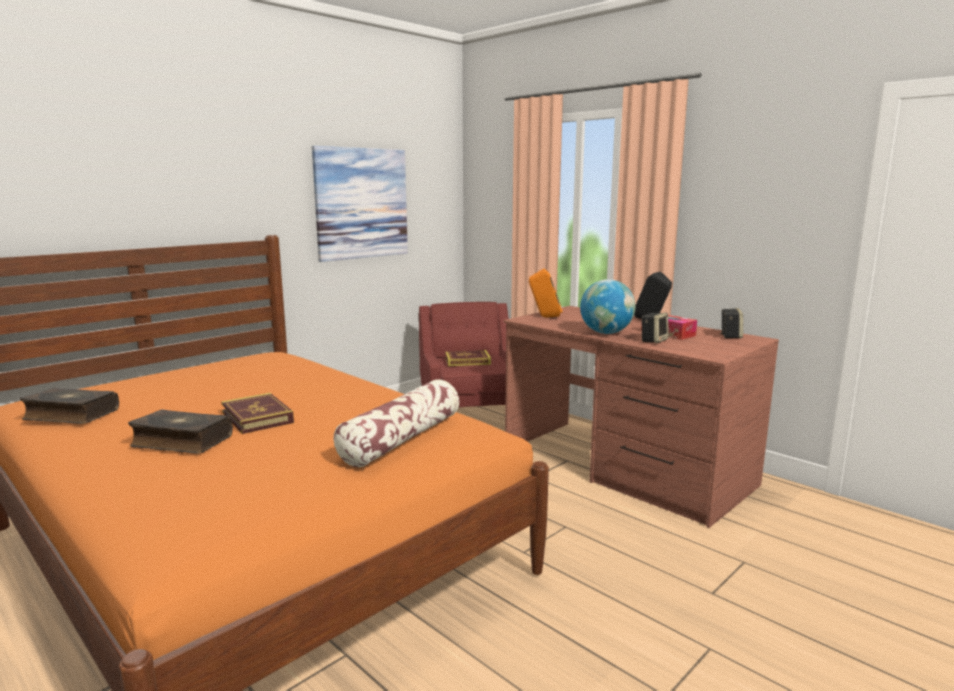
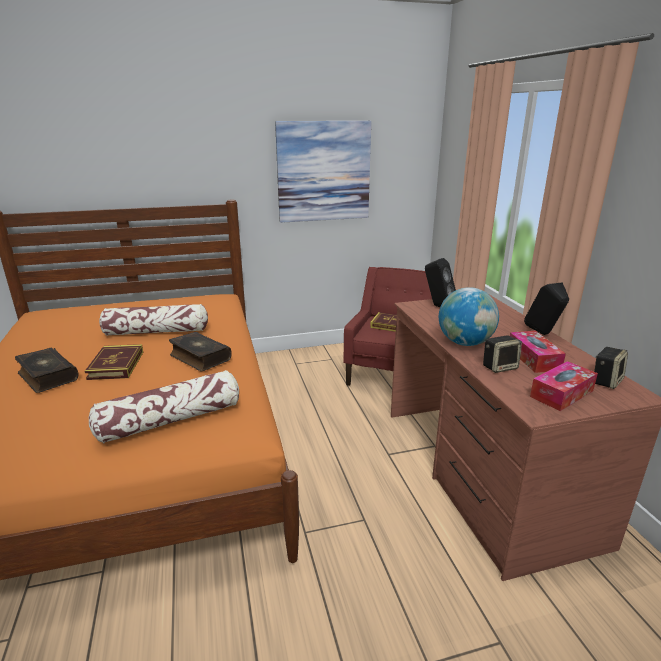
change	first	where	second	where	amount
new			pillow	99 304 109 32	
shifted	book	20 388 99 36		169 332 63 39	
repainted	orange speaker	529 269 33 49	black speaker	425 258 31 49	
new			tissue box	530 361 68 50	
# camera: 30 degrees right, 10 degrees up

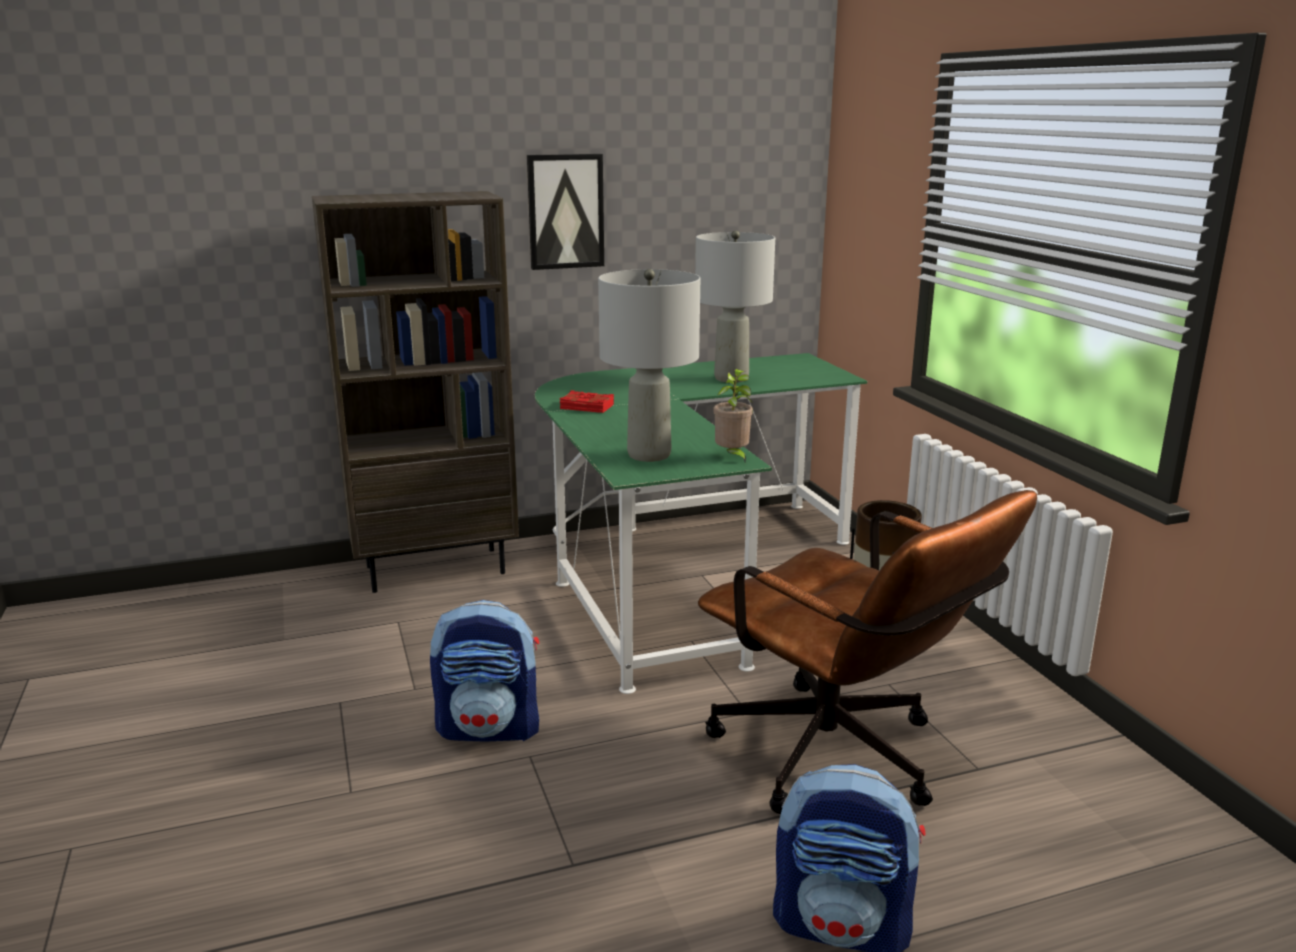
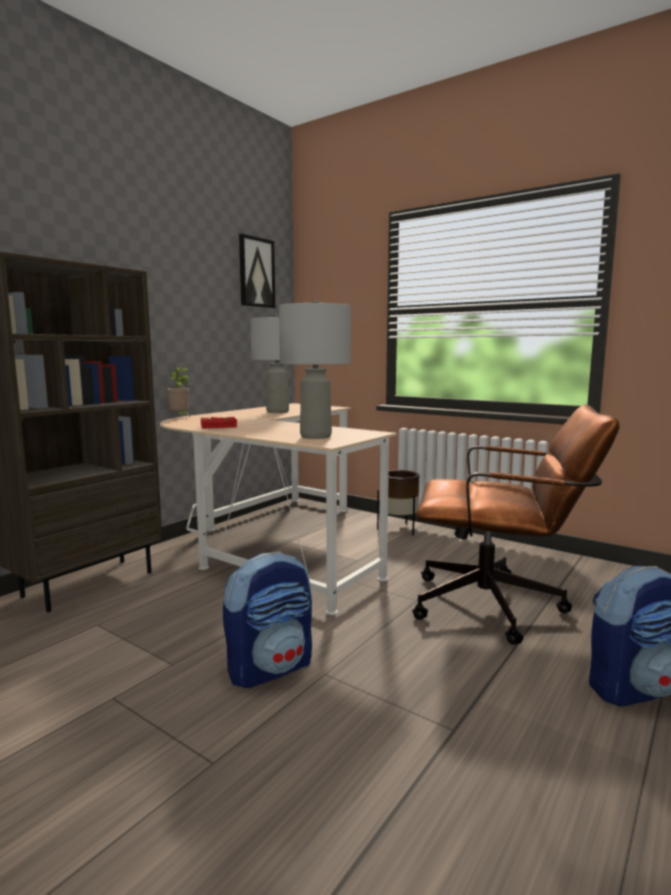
change	first	where	second	where	amount
repainted	green desk	535 353 332 341	beige desk	160 403 237 212	
shifted	potted plant	713 369 40 93		167 368 23 49	
shifted	picture	527 154 77 116		239 234 36 74	
# camera: 35 degrees left, 10 degrees down

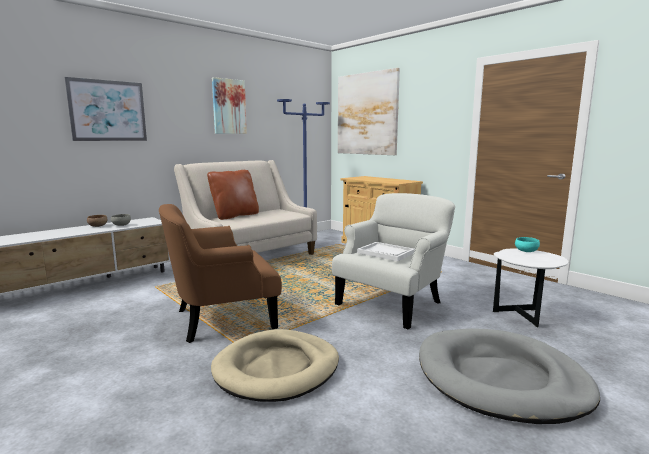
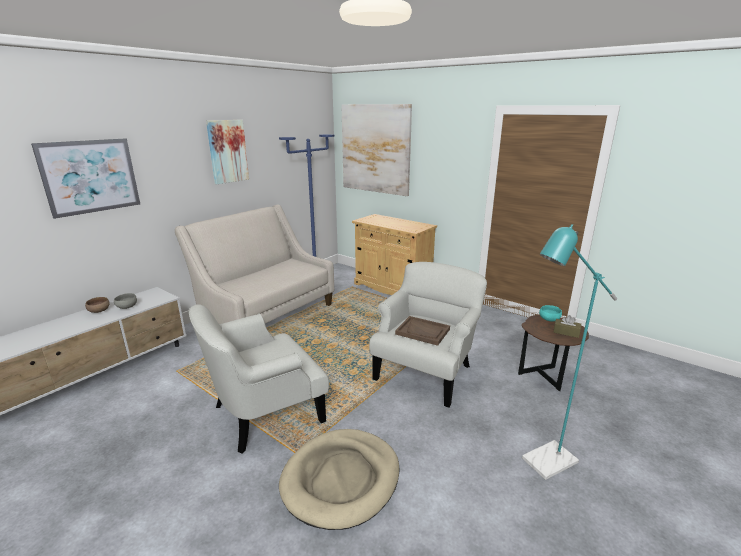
change	first	where	second	where	amount
repainted	brown armchair	159 204 123 139	white armchair	189 304 140 150	
repainted	white tray	357 242 58 19	brown tray	395 316 55 30	
repainted	white side table	493 249 75 78	brown side table	518 315 71 76	
swapped	grey dog bed	419 329 181 95	turquoise floor lamp	522 224 95 256	
new			brown tissue box	553 315 28 23	
gone	brown pillow	207 170 52 50			
# camera: 10 degrees left, 10 degrees up

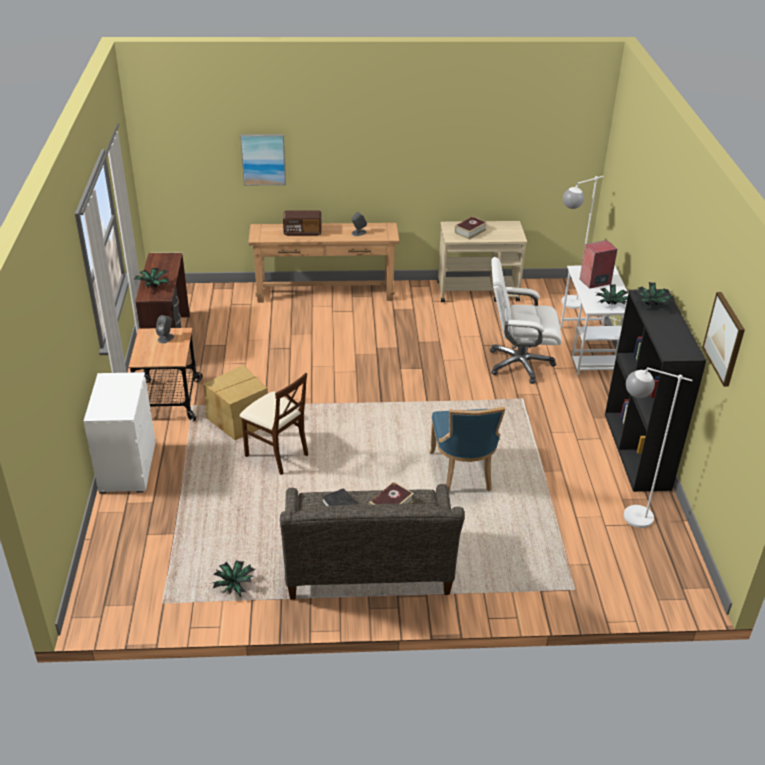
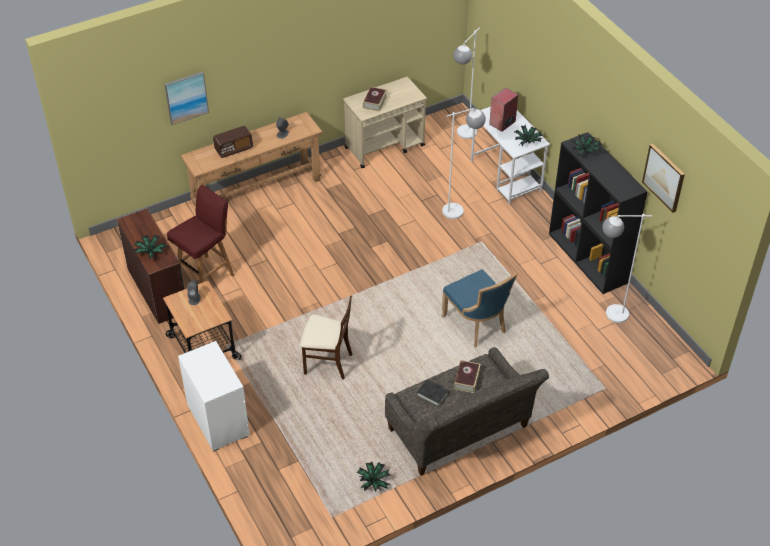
change	first	where	second	where	amount
new			red stool	167 185 67 98	
swapped	white office chair	490 257 72 127	white floor lamp	442 108 44 111	
gone	cardboard box	203 365 65 75			
# camera: 25 degrees left, 10 degrees up

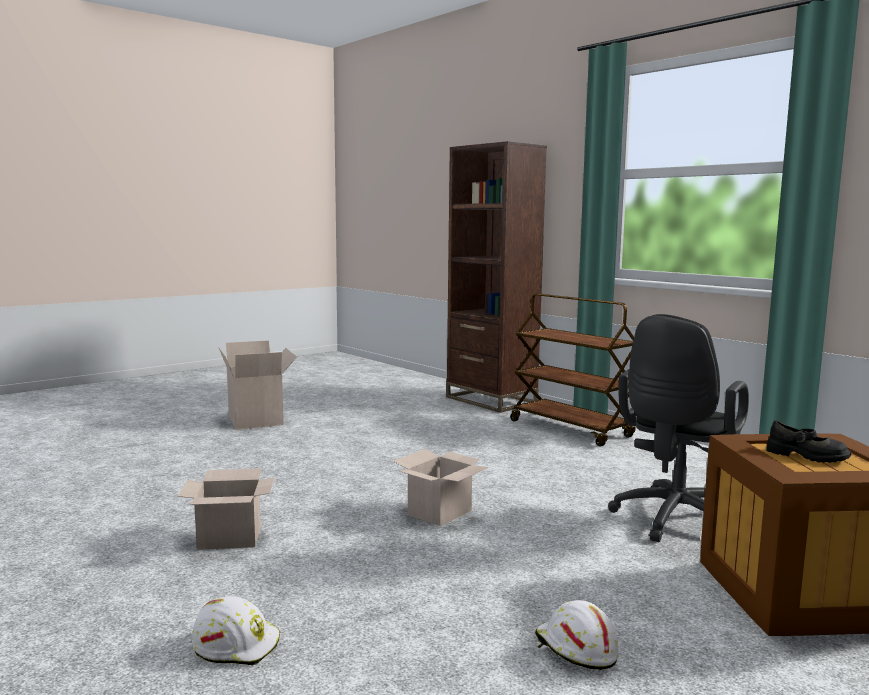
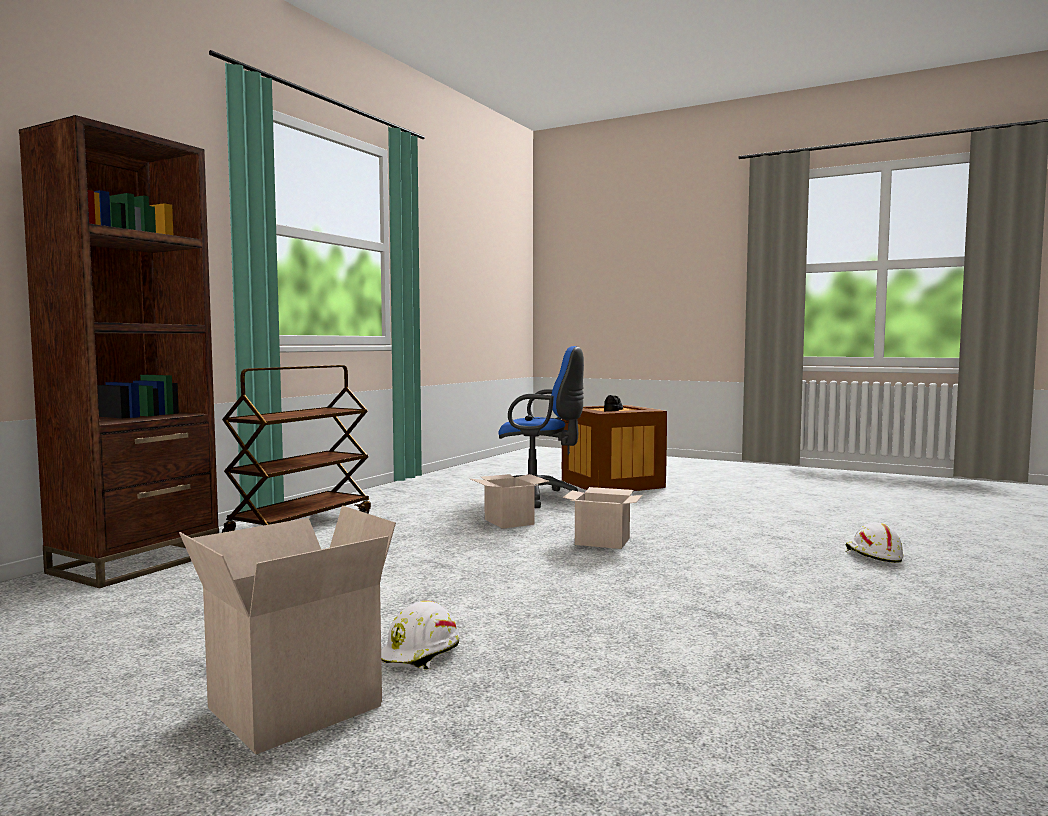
change	first	where	second	where	amount
shifted	white hard hat	535 600 84 70		381 600 79 70	
shifted	cardboard box	178 469 96 81		471 474 78 55	
repainted	black office chair	608 314 141 228	blue office chair	498 346 86 162	
# camera: 110 degrees left, 5 degrees down

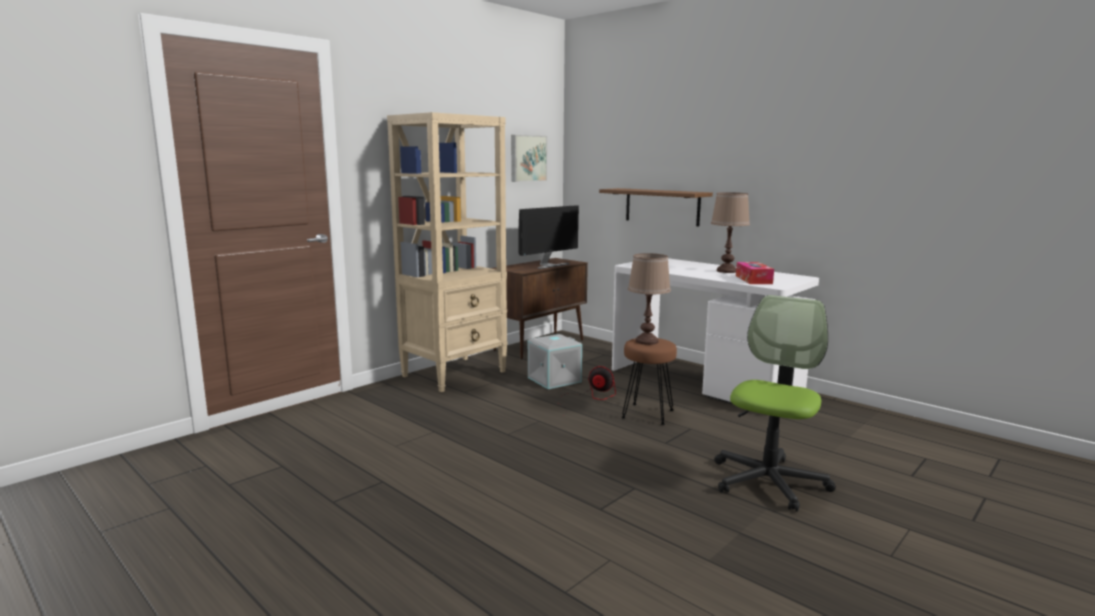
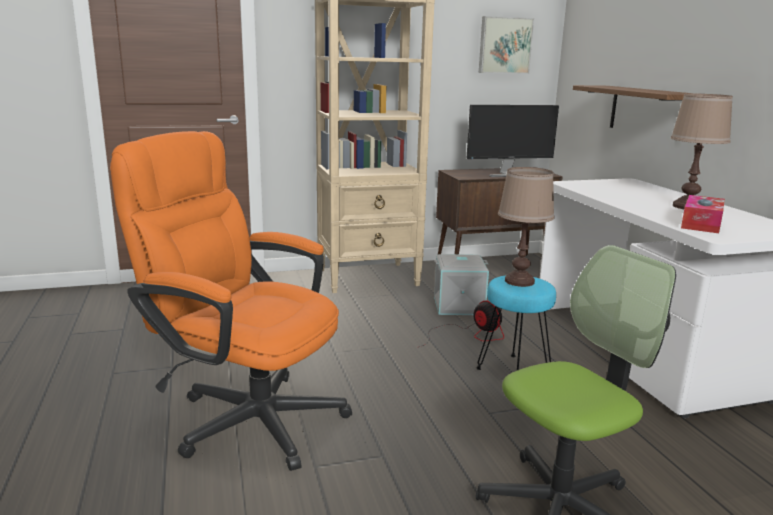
change	first	where	second	where	amount
new			orange office chair	110 131 242 340	
repainted	brown stool	621 338 56 87	turquoise stool	476 275 80 95	
# camera: 30 degrees right, 5 degrees up

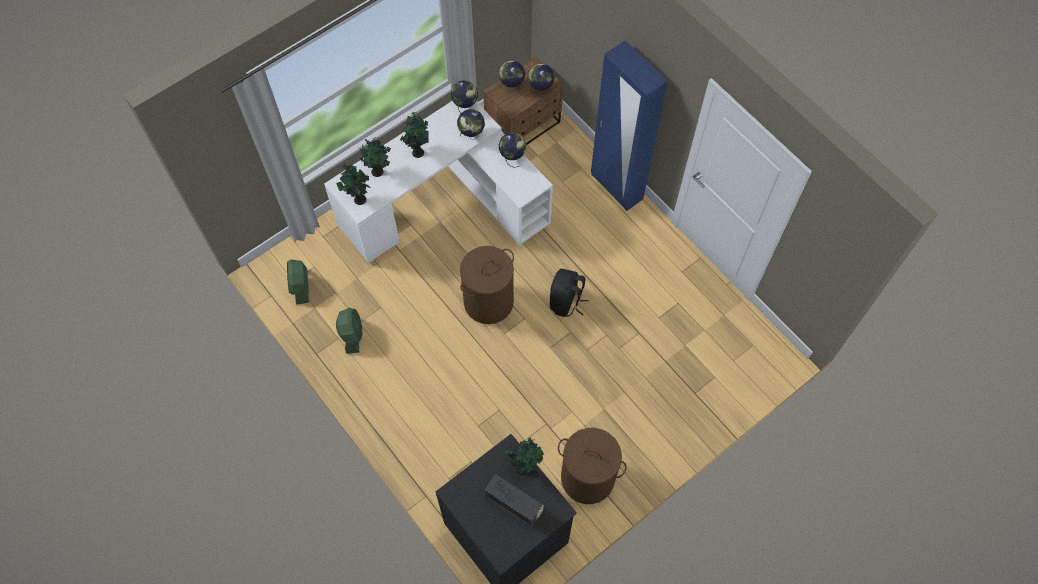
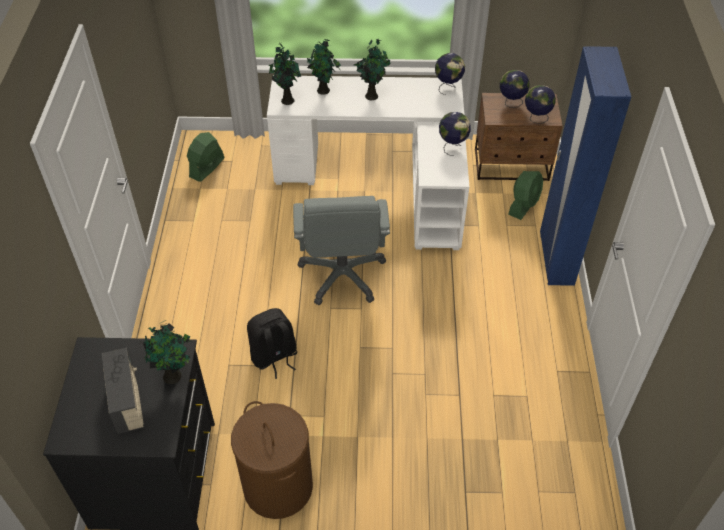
change	first	where	second	where	amount
shifted	black backpack	550 269 39 48		247 308 50 71	
swapped	brown laundry basket	460 246 54 78	grey office chair	293 196 97 109	
shifted	green fan	336 308 26 46		508 171 35 49	
gone	globe	457 109 28 31			
# camera: 40 degrees right, 15 degrees down

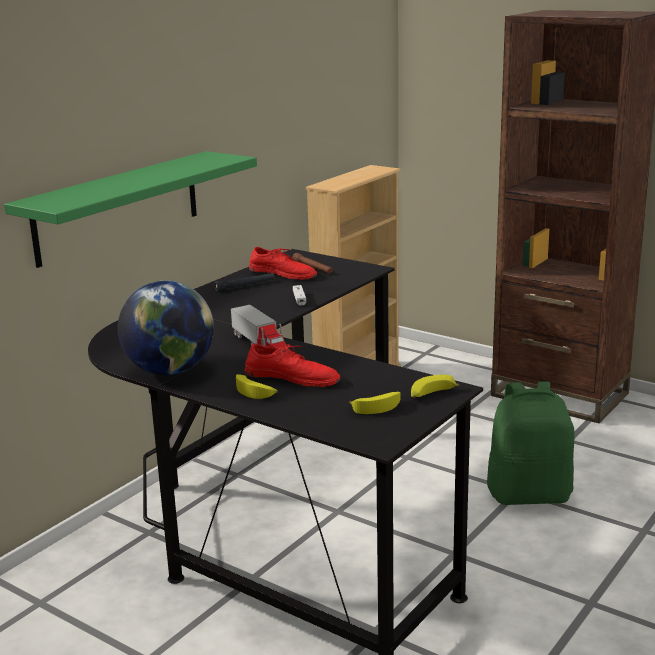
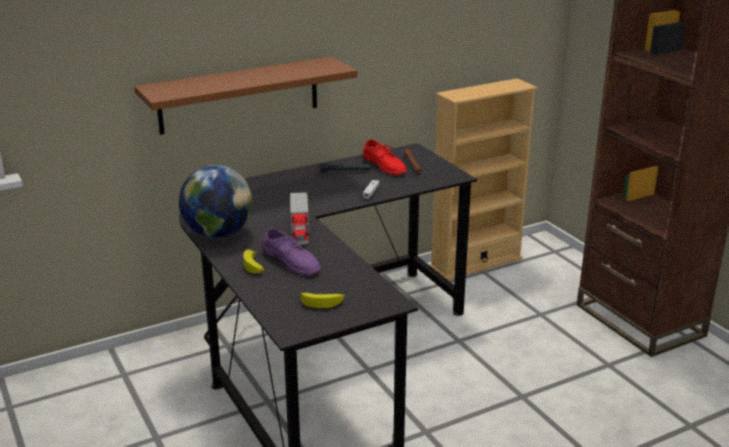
change	first	where	second	where	amount
repainted	green shelf	4 151 253 117	brown shelf	134 57 223 78	
repainted	red shoe	245 343 95 44	purple shoe	262 228 59 47	
gone	banana	411 375 48 23			
gone	green backpack	487 382 87 123			
# camera: 25 degrees right, 5 degrees up

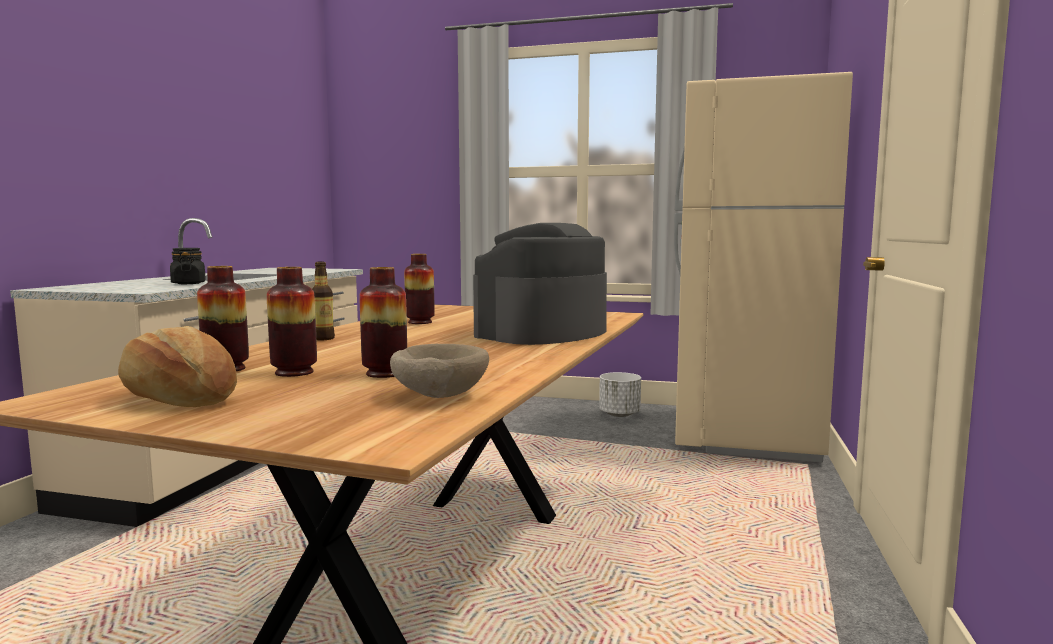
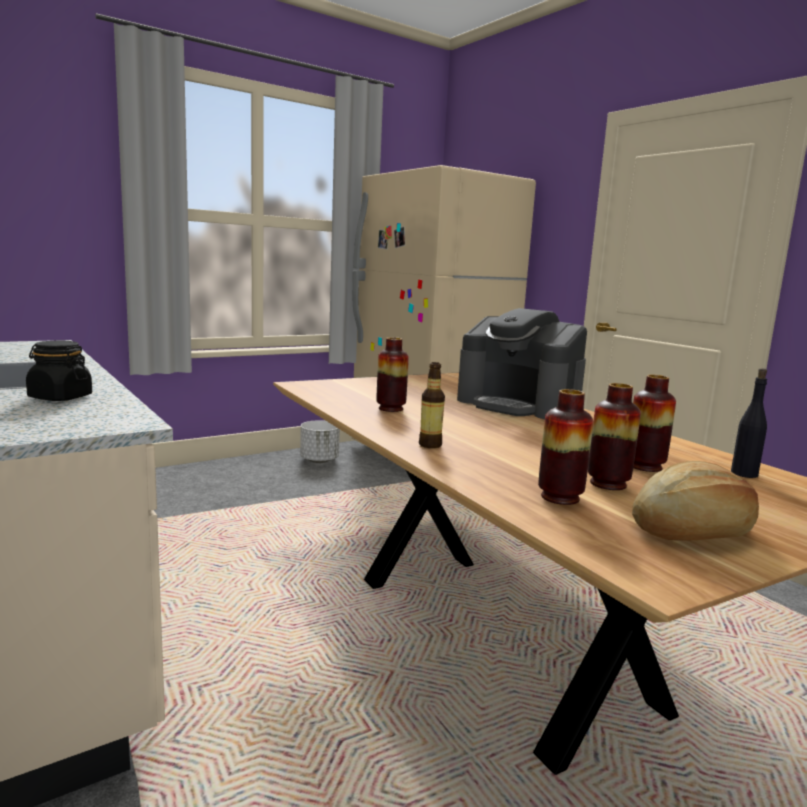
change	first	where	second	where	amount
rotated	coffee machine	473 223 134 122		457 308 130 111	45 degrees counterclockwise
swapped	beige bowl	390 344 99 54	black bottle	731 369 36 109	
# camera: 50 degrees left, 5 degrees up

